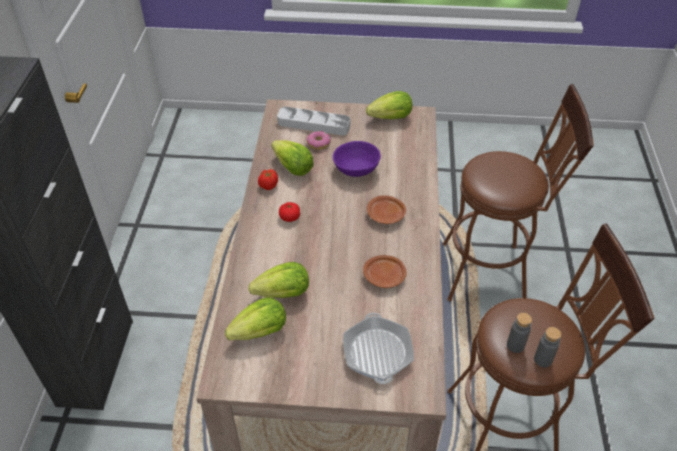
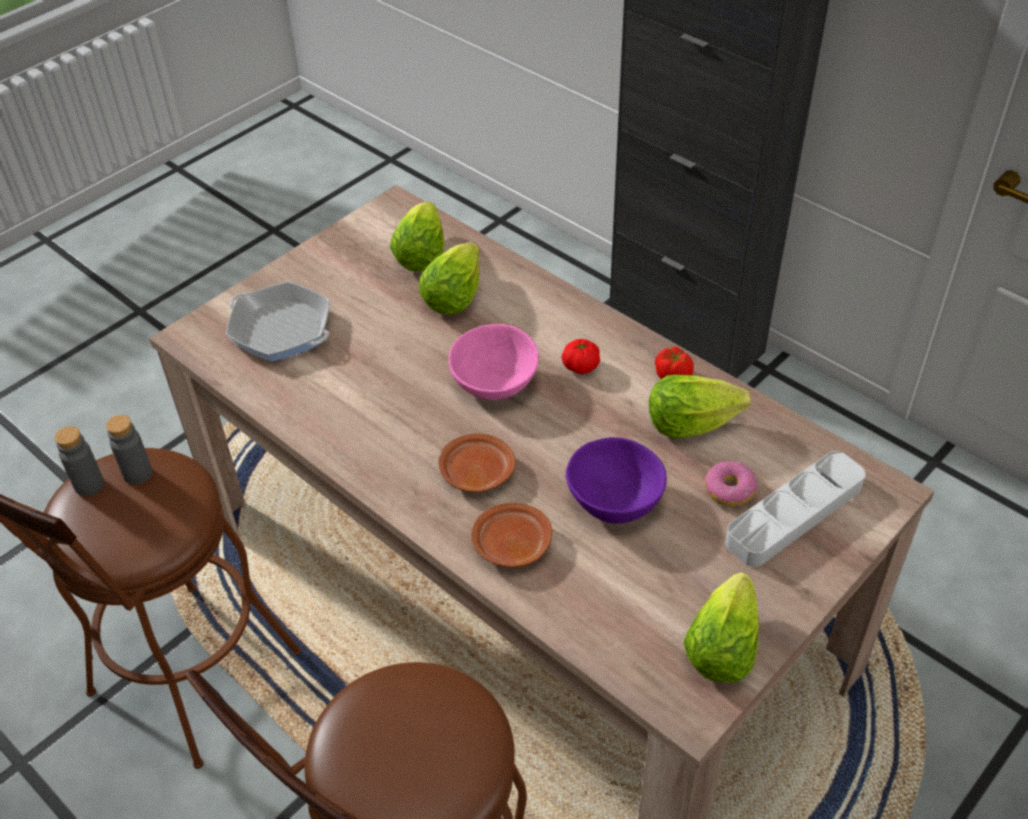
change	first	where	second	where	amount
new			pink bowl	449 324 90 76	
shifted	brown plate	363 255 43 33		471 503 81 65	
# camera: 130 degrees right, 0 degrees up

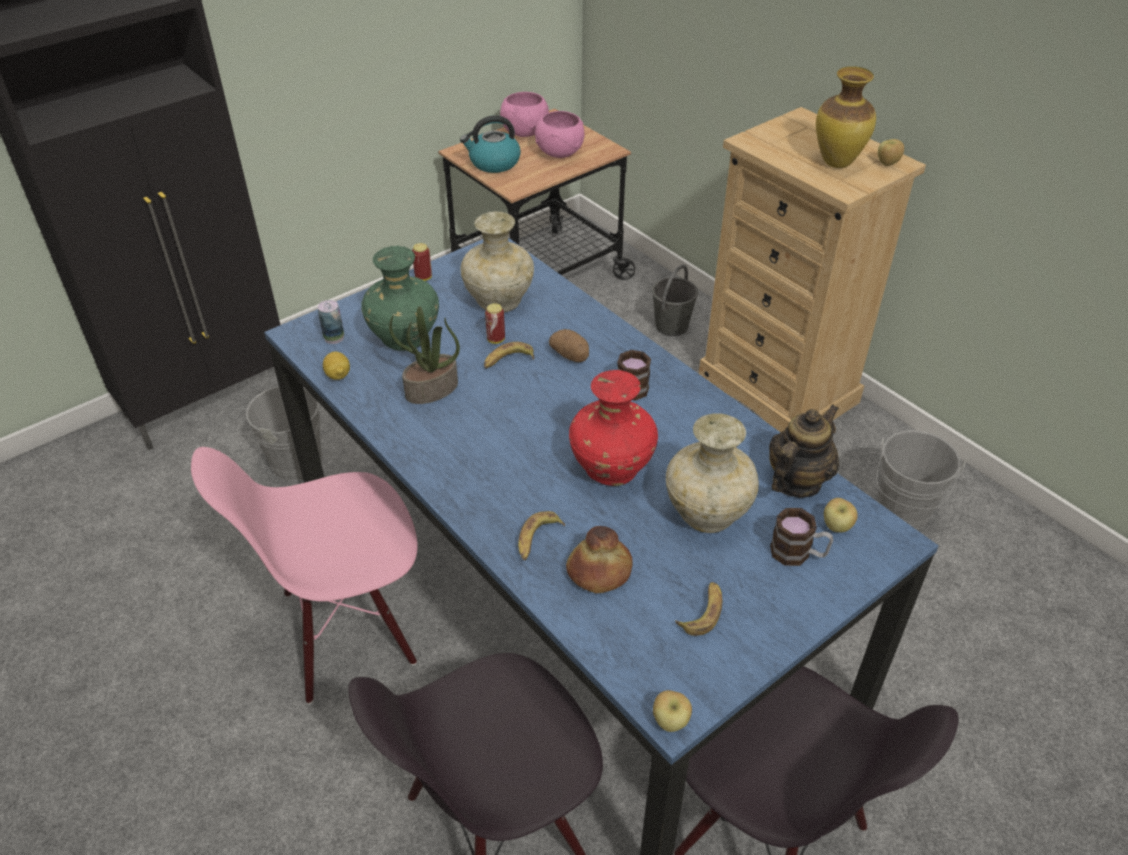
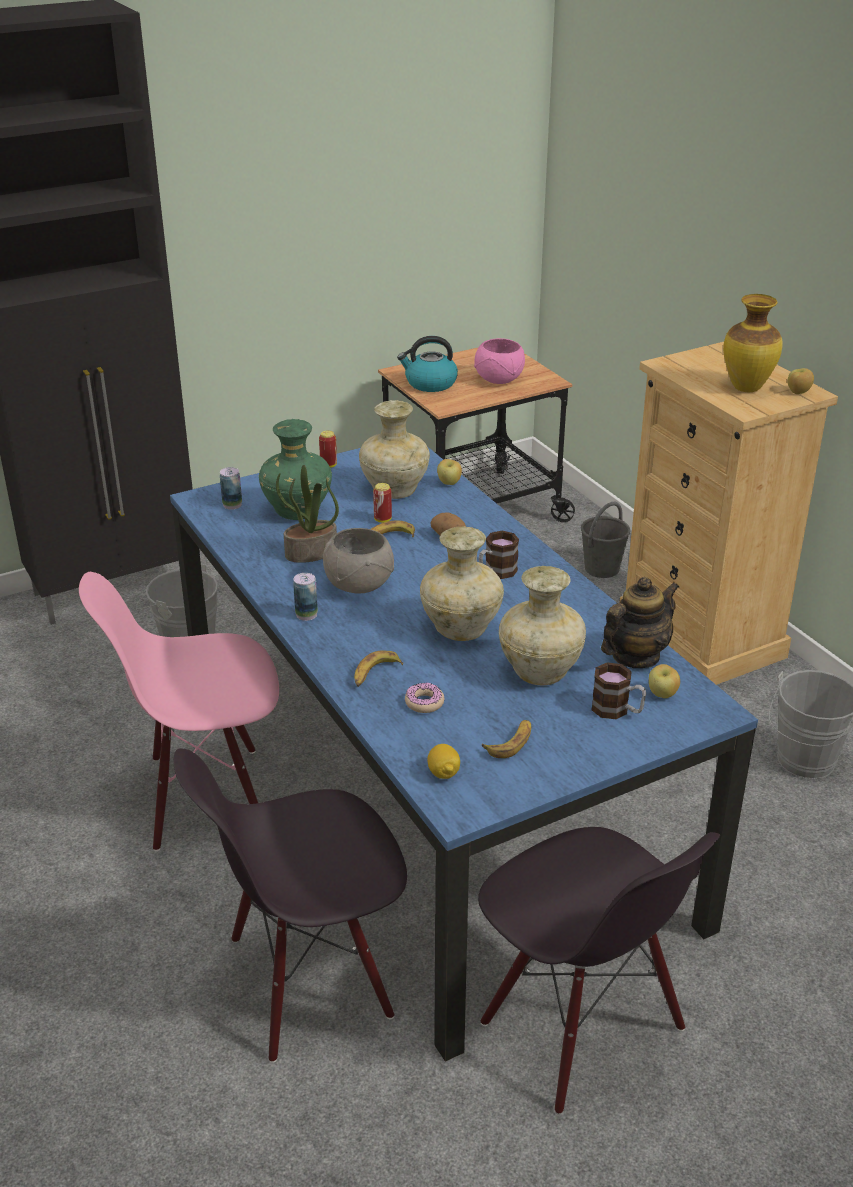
change	first	where	second	where	amount
new			can	293 573 25 48	
new			grey bowl	323 528 71 66	
swapped	bread	566 526 67 67	donut	405 683 39 30	
repainted	red vase	569 370 89 116	beige vase	420 526 84 115	
shifted	lemon	323 351 27 29		427 744 33 35	
shifted	apple	653 690 39 42		437 459 25 26	
gone	pink bowl	500 92 49 45			
# camera: 10 degrees right, 10 degrees down

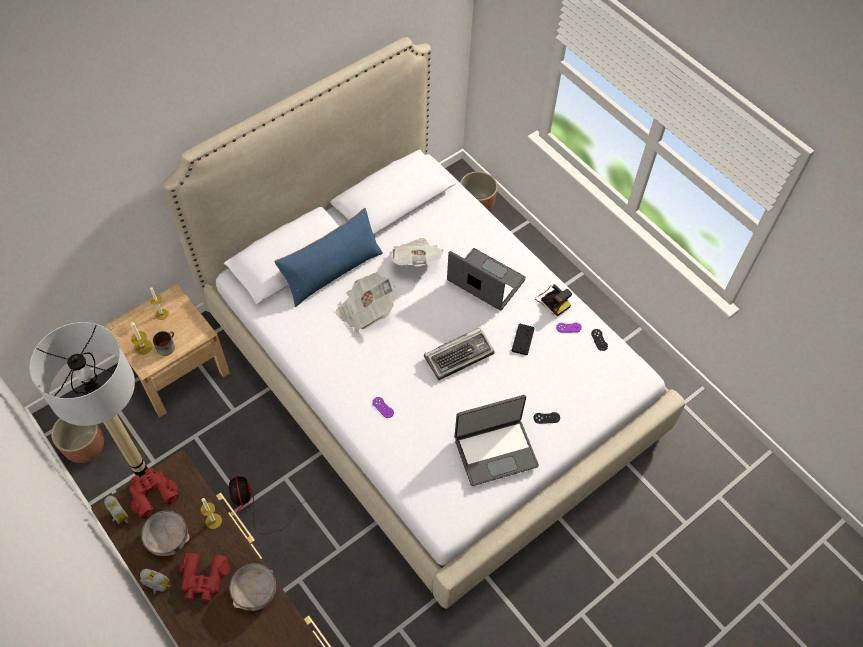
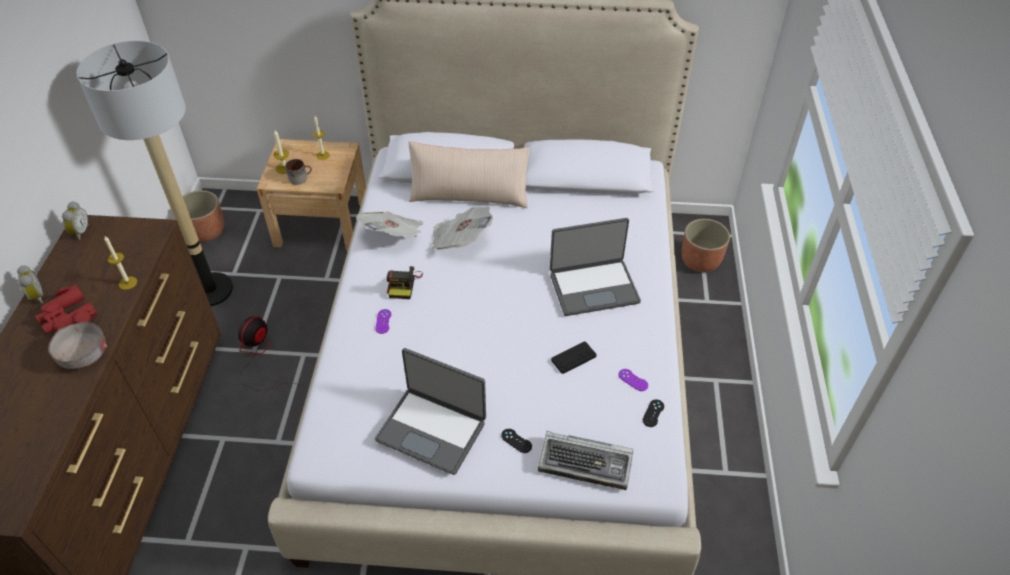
change	first	where	second	where	amount
shifted	newspaper	391 238 53 29		356 212 67 25	
shifted	photo camera	535 284 37 32		387 266 36 33	
repainted	blue pillow	274 208 109 99	beige pillow	409 141 121 67	
shifted	keyboard	424 328 71 52		538 431 95 59	
rotated	laptop	447 248 79 62		550 218 91 98	90 degrees clockwise
gone	red binoculars	129 468 50 50			
gone	grey bowl	141 511 49 45			
# camera: 45 degrees right, 10 degrees down

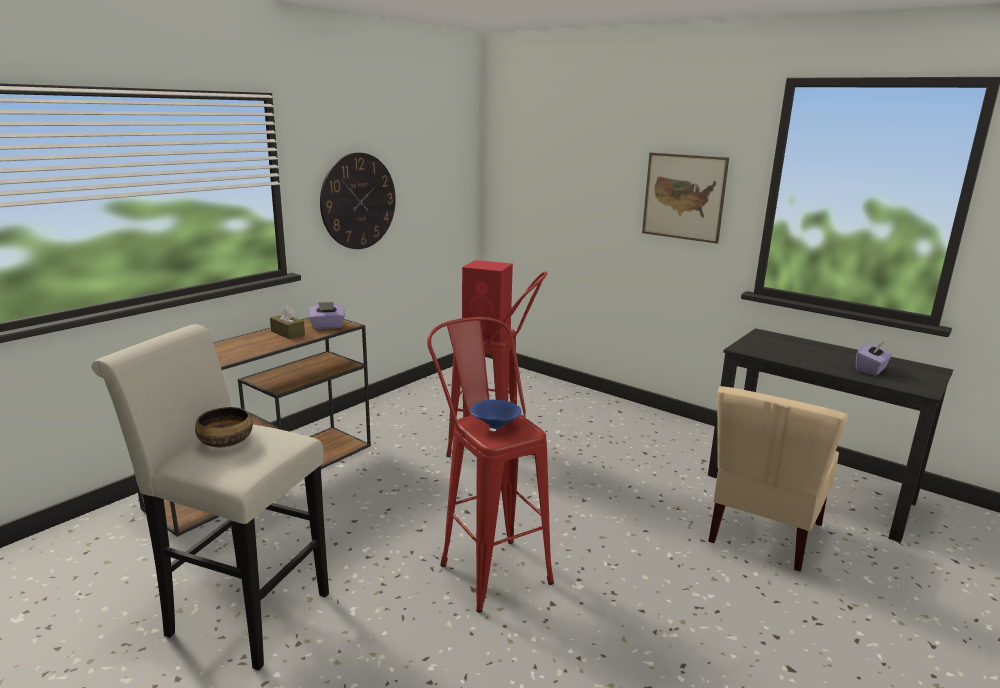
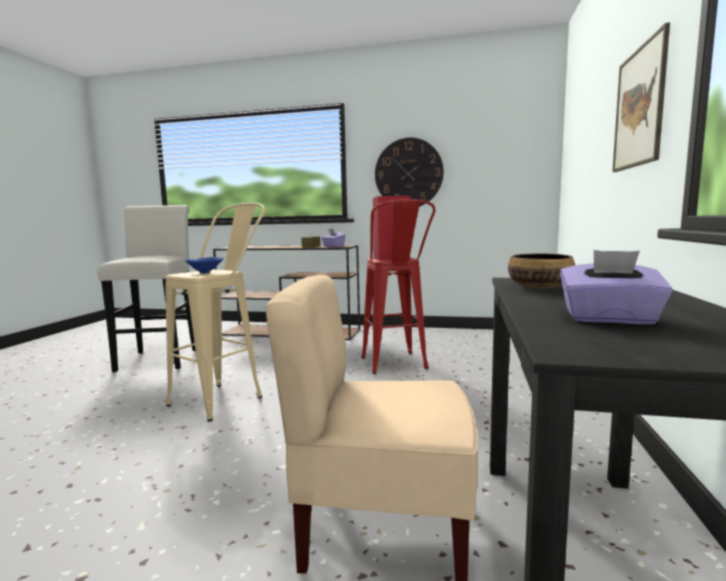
change	first	where	second	where	amount
repainted	red stool	427 317 127 296	beige stool	165 203 100 219	
shifted	bowl	195 407 58 40		508 254 67 35	
# camera: 65 degrees right, 10 degrees down

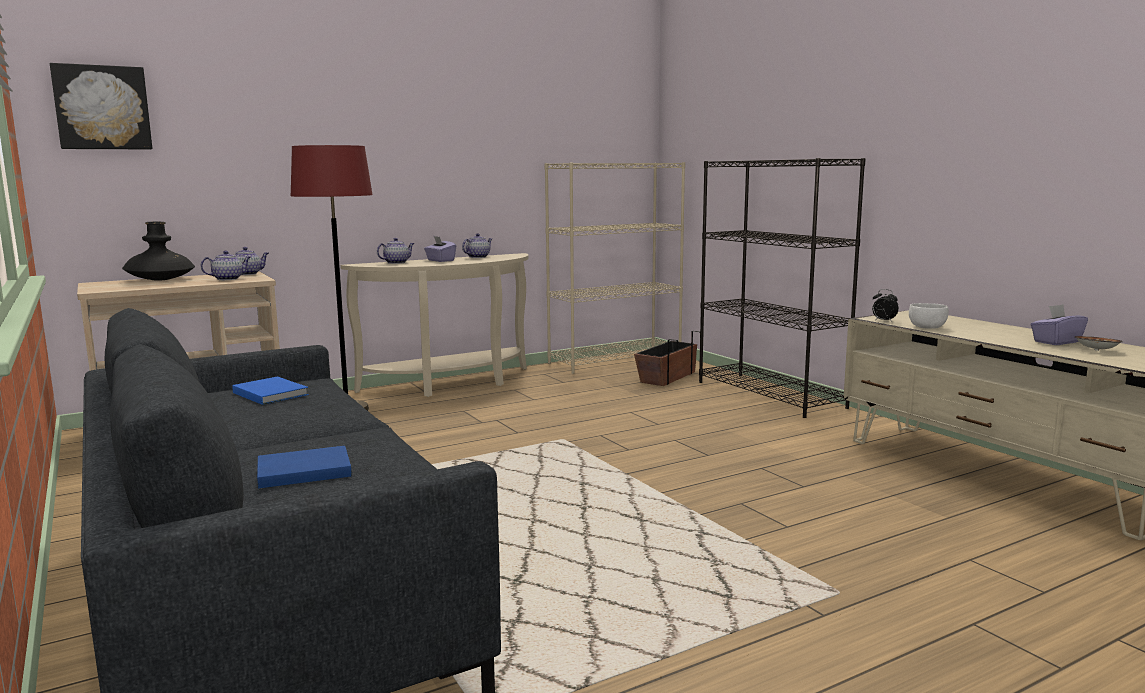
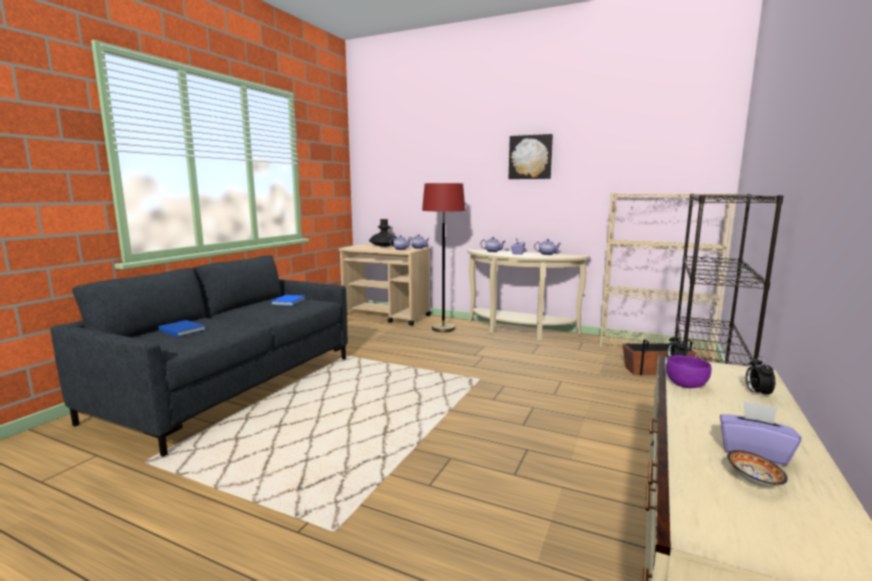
change	first	where	second	where	amount
shifted	picture	50 63 102 87		508 134 45 45	
repainted	white bowl	909 303 40 26	purple bowl	666 355 45 33	
new			alarm clock	746 356 30 42	
# camera: 55 degrees right, 0 degrees up

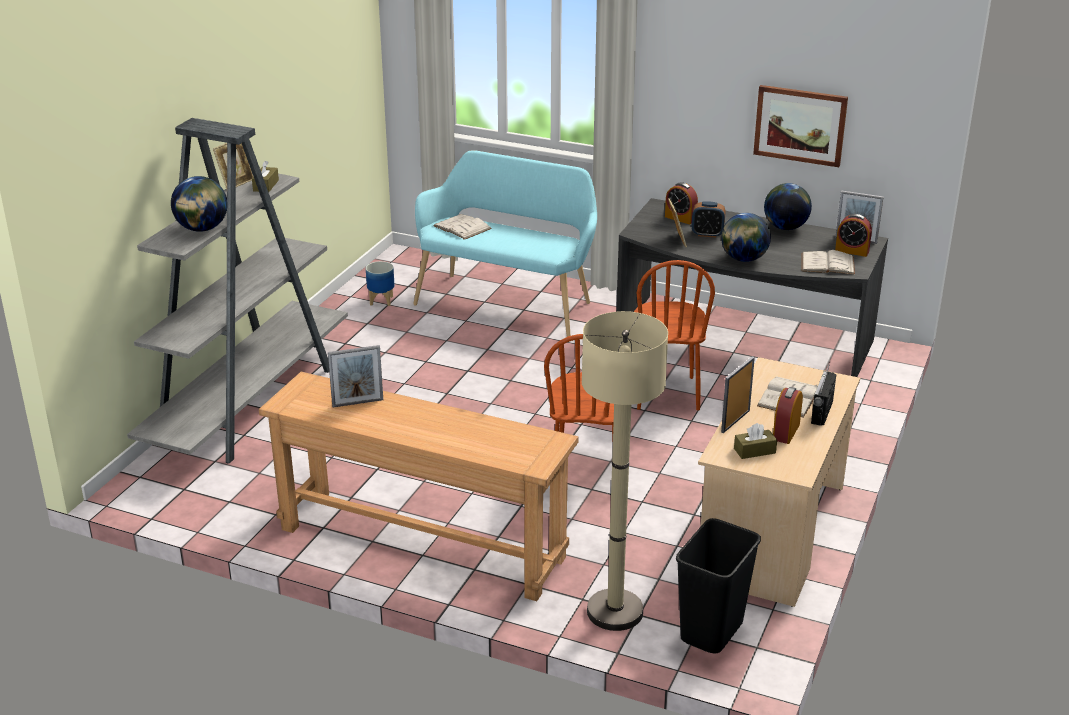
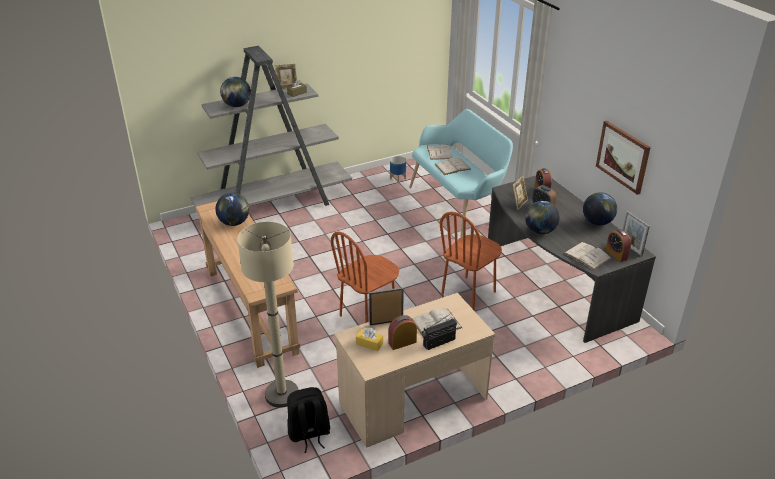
change	first	where	second	where	amount
swapped	picture frame	328 345 55 62	globe	215 193 34 33	
swapped	black trash can	676 518 85 135	black backpack	287 387 43 66	
repainted	brown tissue box	734 423 43 36	yellow tissue box	356 328 27 23	
new			white book	435 158 36 17	
# camera: 40 degrees right, 5 degrees up

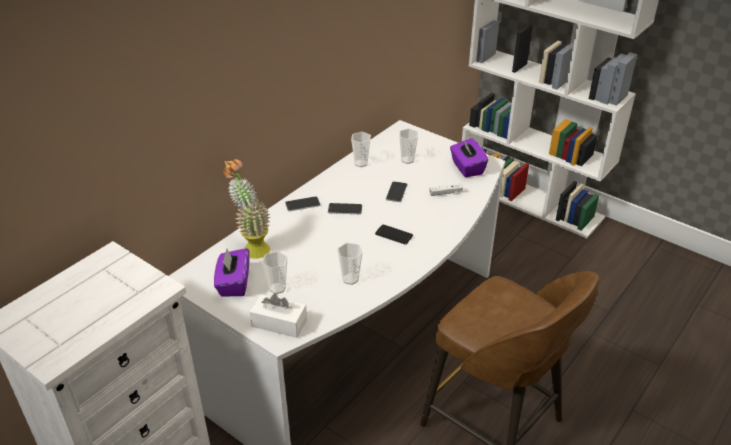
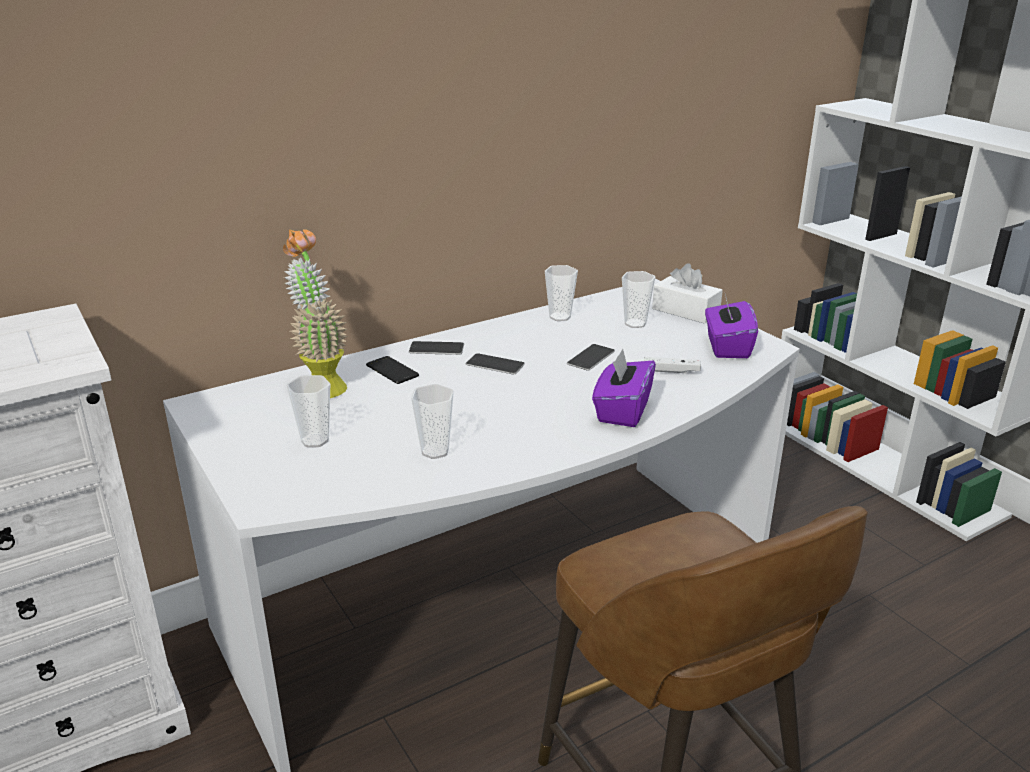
change	first	where	second	where	amount
shifted	phone	375 224 38 21		366 356 53 28	
shifted	purple tissue box	214 248 35 49		592 349 64 78	
shifted	white tissue box	250 294 57 44		652 263 71 61	
# camera: 20 degrees right, 10 degrees down

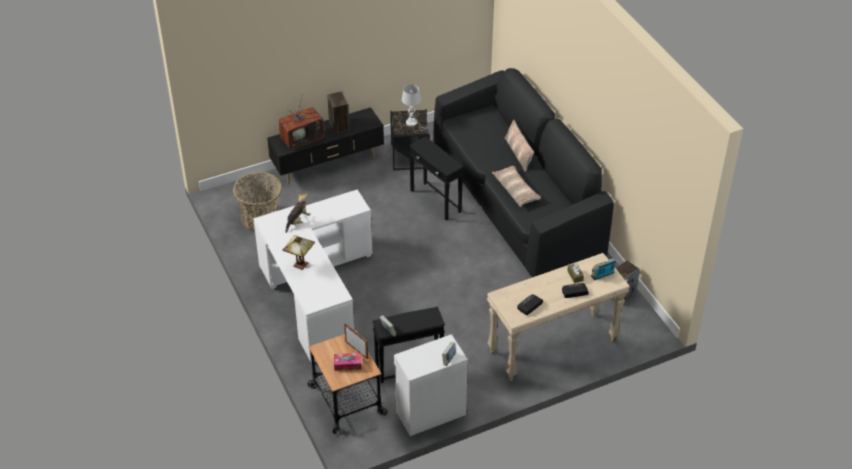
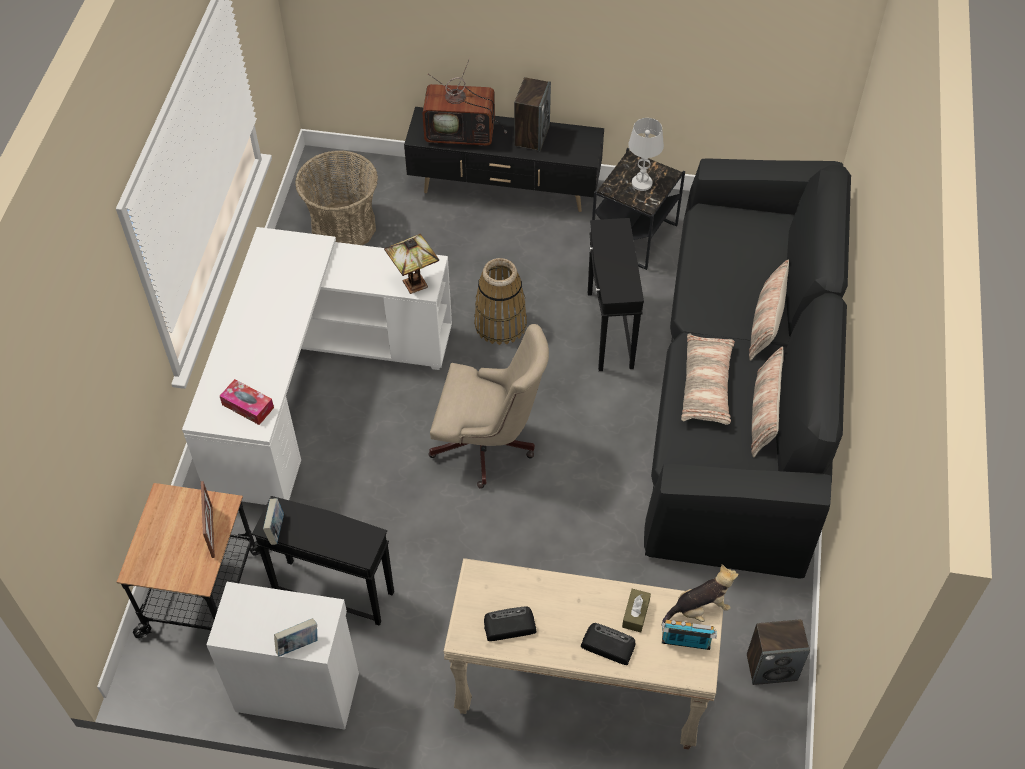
change	first	where	second	where	amount
shifted	tissue box	334 353 28 18		220 379 54 46	
shifted	table lamp	283 235 32 35		384 234 55 60	
new			beige office chair	429 324 120 165	
new			basket	474 258 53 87	
shifted	plush toy	286 193 24 40		662 564 76 59	
new			pillow	751 347 33 110	
# camera: 35 degrees right, 10 degrees up

